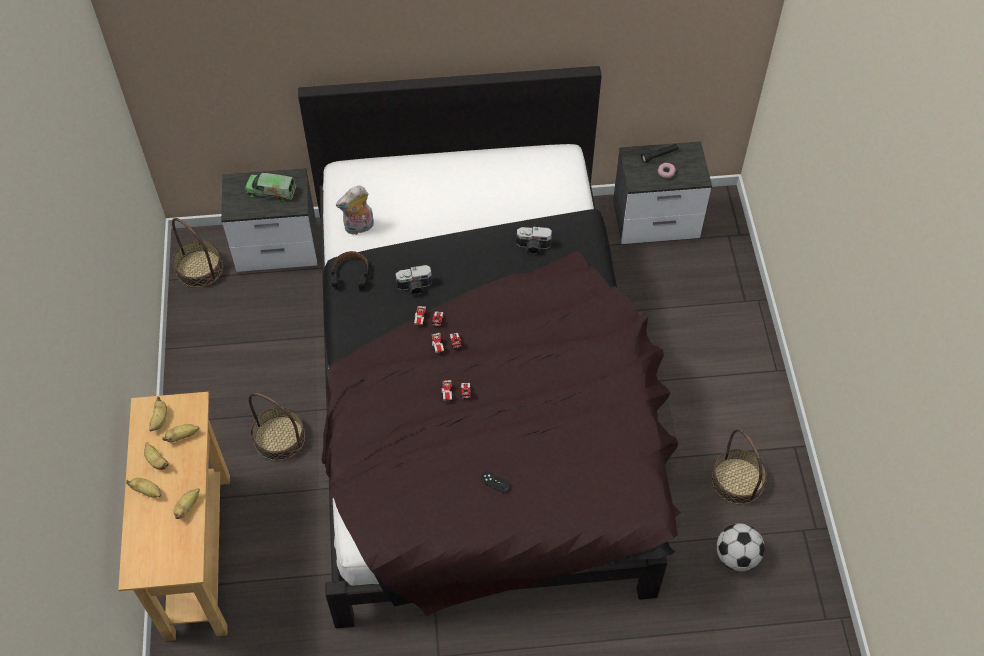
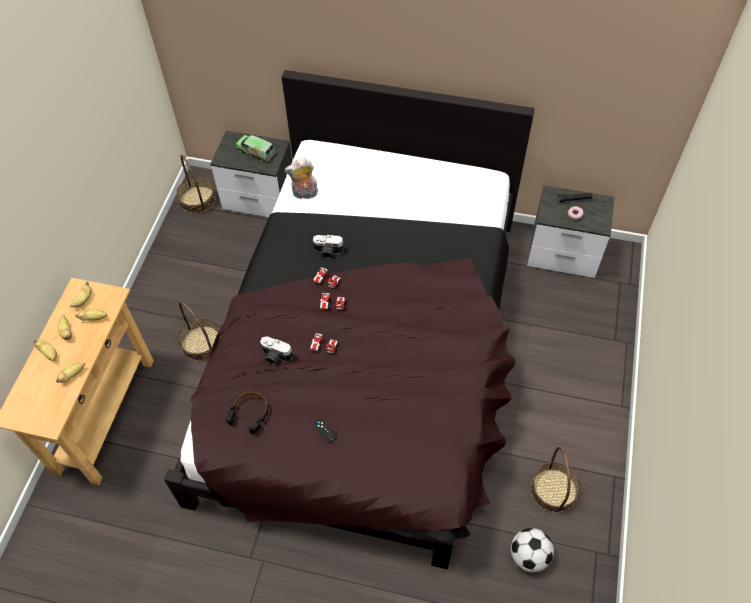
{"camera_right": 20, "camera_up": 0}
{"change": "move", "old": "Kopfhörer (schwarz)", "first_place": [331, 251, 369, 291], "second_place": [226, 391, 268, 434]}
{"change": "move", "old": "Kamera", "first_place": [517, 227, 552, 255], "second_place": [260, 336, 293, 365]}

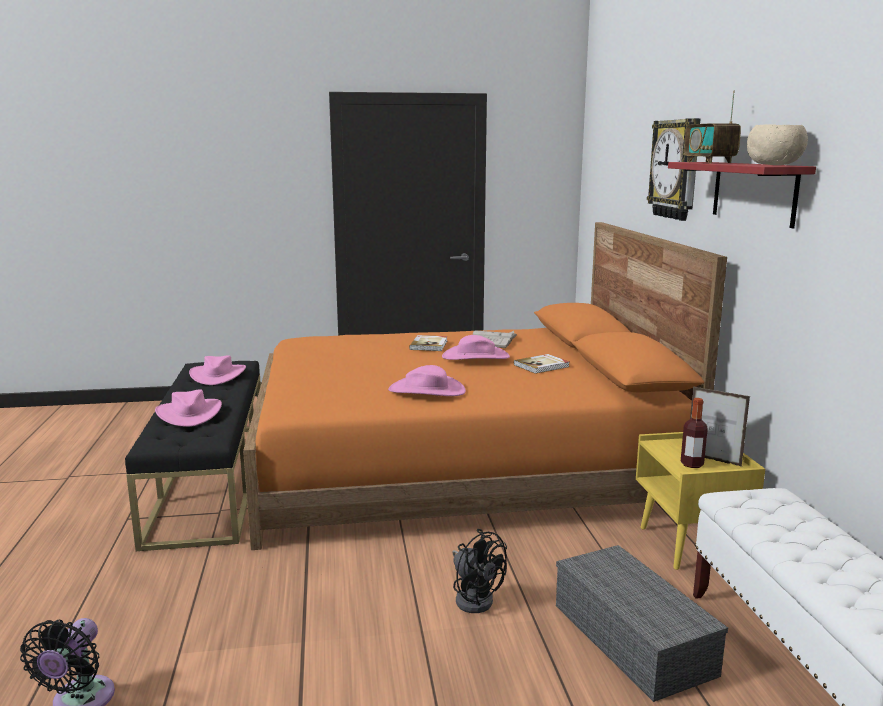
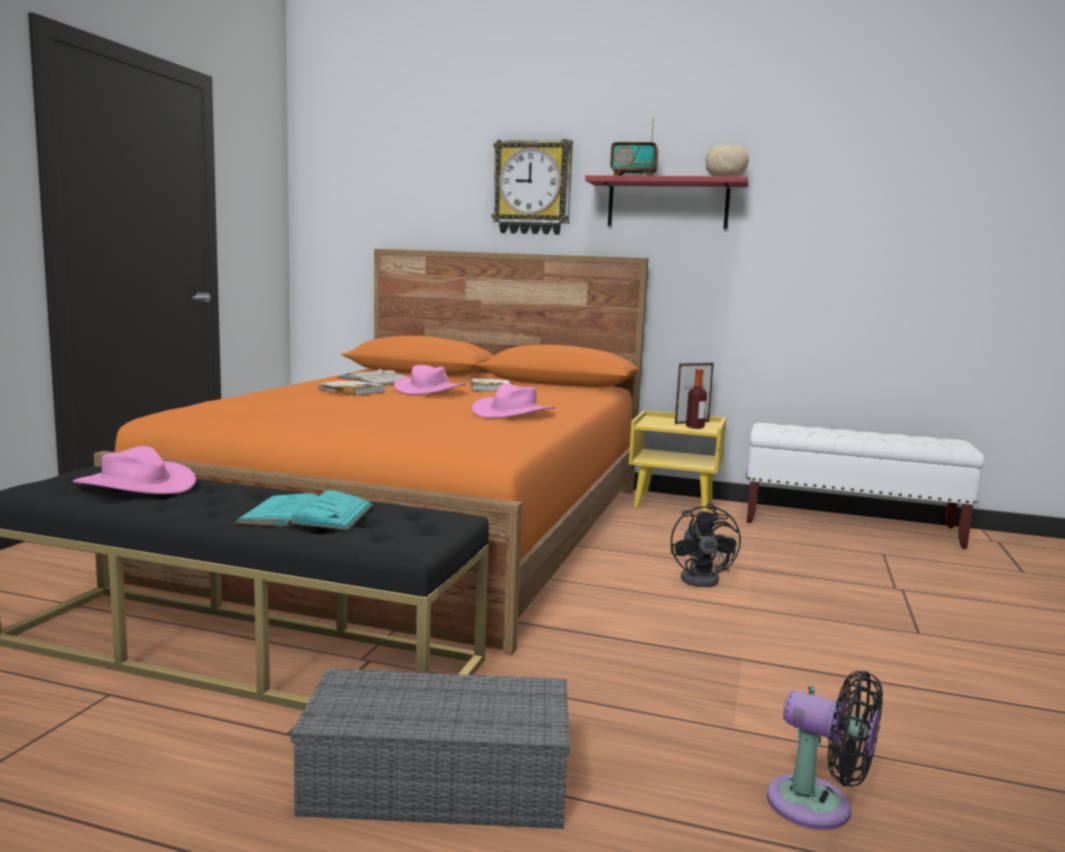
{"camera_right": -65, "camera_up": -5}
{"change": "replace", "old": "Hut (rosa)", "new": "Buch (türkis)", "first_place": [155, 389, 222, 427], "second_place": [235, 490, 374, 530]}
{"change": "rotate", "old": "Ventilator (schwarz)", "first_place": [452, 529, 507, 613], "second_place": [671, 503, 741, 587], "degrees": 105}
{"change": "move", "old": "Aufbewahrungsbox (grau)", "first_place": [556, 545, 728, 702], "second_place": [291, 668, 570, 829]}

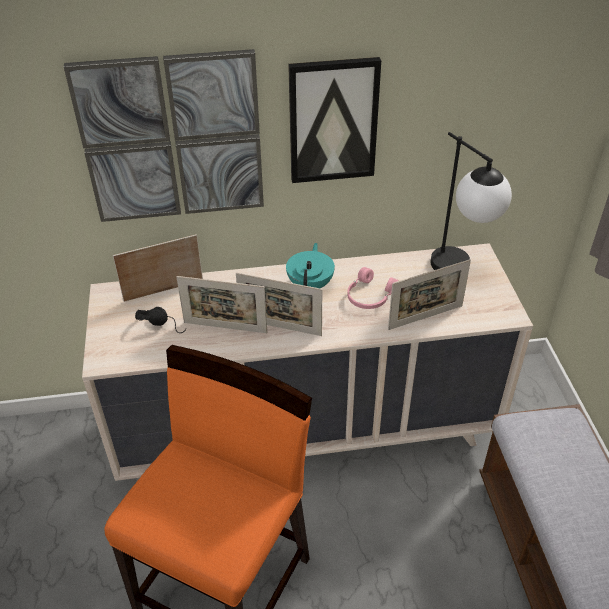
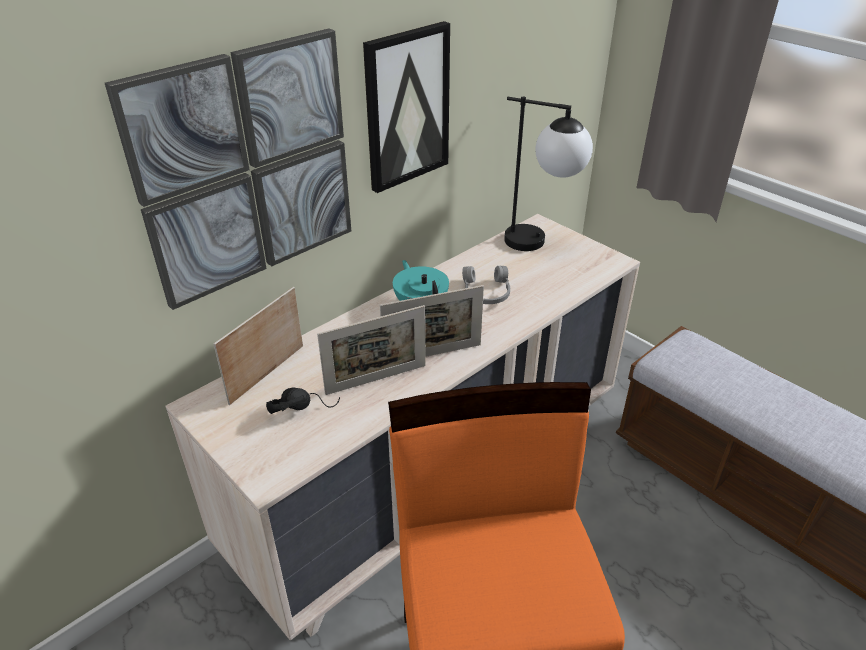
{"camera_right": -35, "camera_up": -5}
{"change": "recolor", "old": "Kopfhörer (rosa)", "new": "Kopfhörer (grau)", "first_place": [347, 267, 398, 309], "second_place": [462, 266, 510, 304]}
{"change": "delete", "old": "Bilderrahmen", "first_place": [388, 259, 471, 330]}

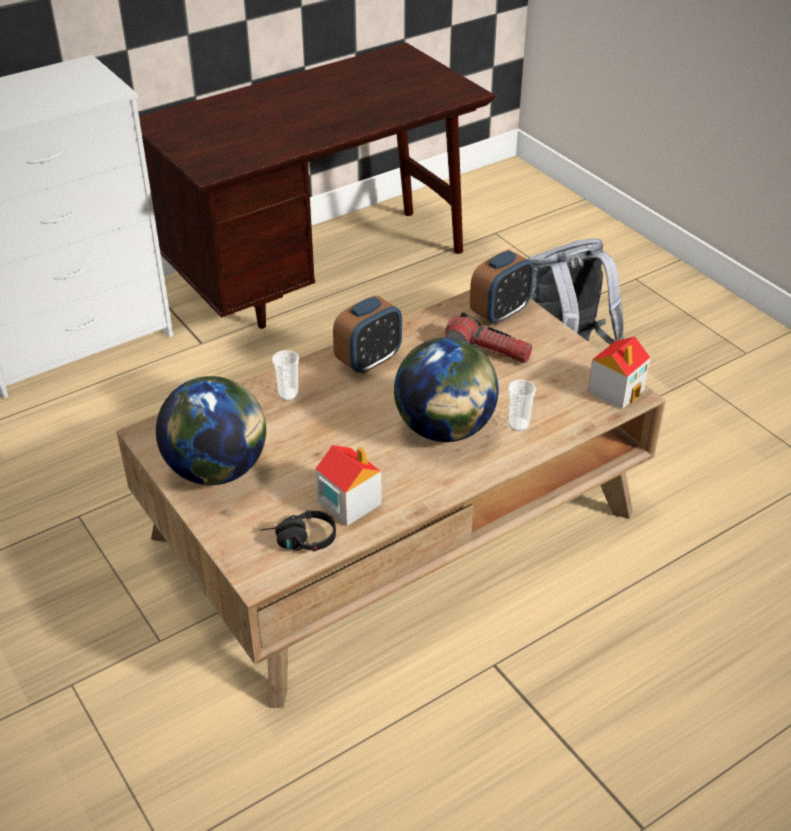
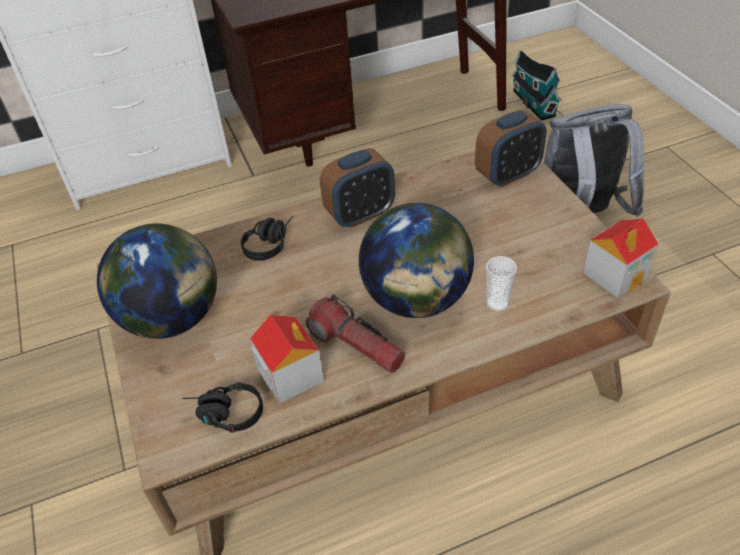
{"camera_right": 15, "camera_up": 5}
{"change": "replace", "old": "Tasse", "new": "Kopfhörer (schwarz)", "first_place": [272, 350, 299, 401], "second_place": [241, 216, 293, 261]}
{"change": "move", "old": "Taschenlampe", "first_place": [445, 312, 532, 363], "second_place": [306, 294, 405, 373]}
{"change": "insert", "new": "Spielzeughaus", "second_place": [511, 50, 561, 121]}

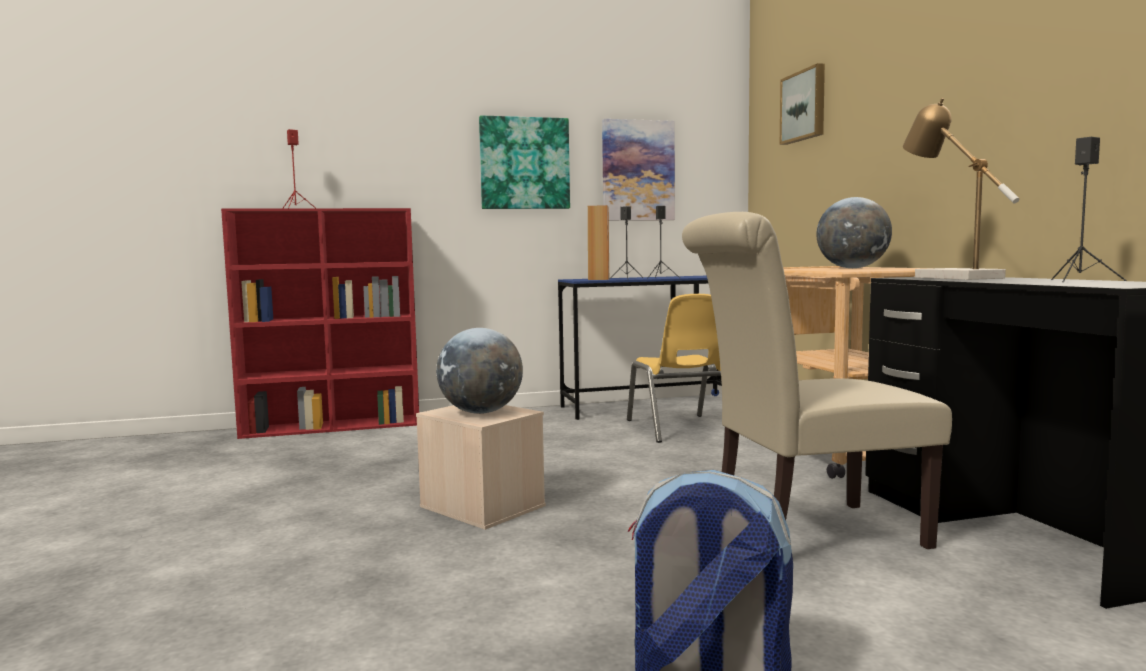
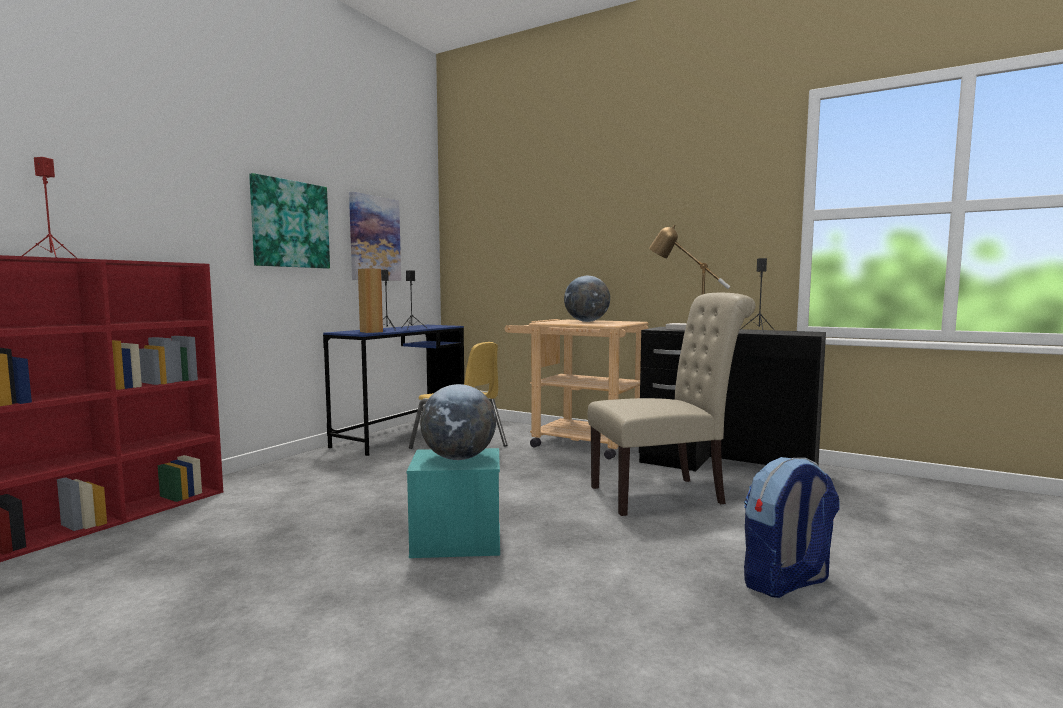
{"camera_right": -45, "camera_up": 0}
{"change": "recolor", "old": "Aufbewahrungsbox (beige)", "new": "Aufbewahrungsbox (türkis)", "first_place": [416, 405, 546, 530], "second_place": [407, 448, 500, 558]}
{"change": "rotate", "old": "Stuhl (beige)", "first_place": [682, 212, 952, 549], "second_place": [588, 293, 756, 516], "degrees": -135}
{"change": "delete", "old": "Bild", "first_place": [780, 63, 825, 145]}

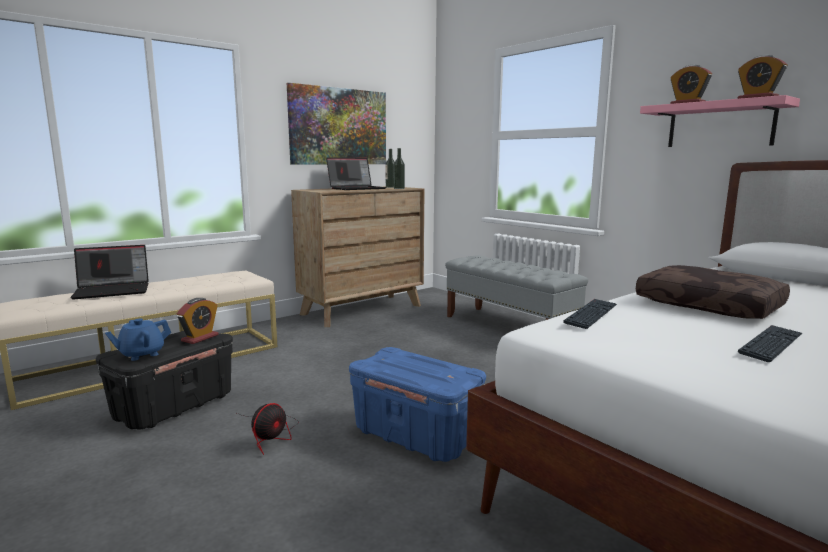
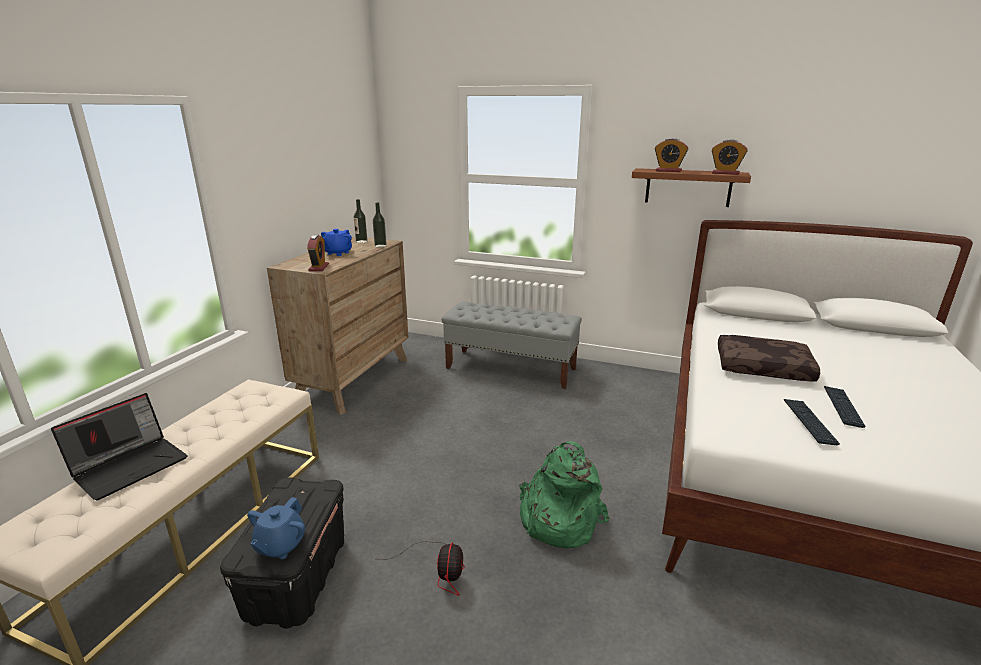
{"camera_right": -30, "camera_up": 10}
{"change": "move", "old": "Wecker", "first_place": [177, 298, 219, 344], "second_place": [307, 235, 329, 271]}
{"change": "delete", "old": "Bild", "first_place": [287, 83, 386, 165]}
{"change": "replace", "old": "Laptop", "new": "Teekanne (blau)", "first_place": [326, 157, 386, 190], "second_place": [321, 229, 352, 256]}
{"change": "replace", "old": "Aufbewahrungsbox (blau)", "new": "Rucksack (grün)", "first_place": [349, 347, 486, 462], "second_place": [519, 441, 609, 549]}
{"change": "move", "old": "Tastatur", "first_place": [563, 299, 617, 329], "second_place": [784, 399, 840, 445]}
{"change": "recolor", "old": "Wandregal (rosa)", "new": "Wandregal (braun)", "first_place": [640, 95, 800, 147], "second_place": [632, 168, 751, 207]}

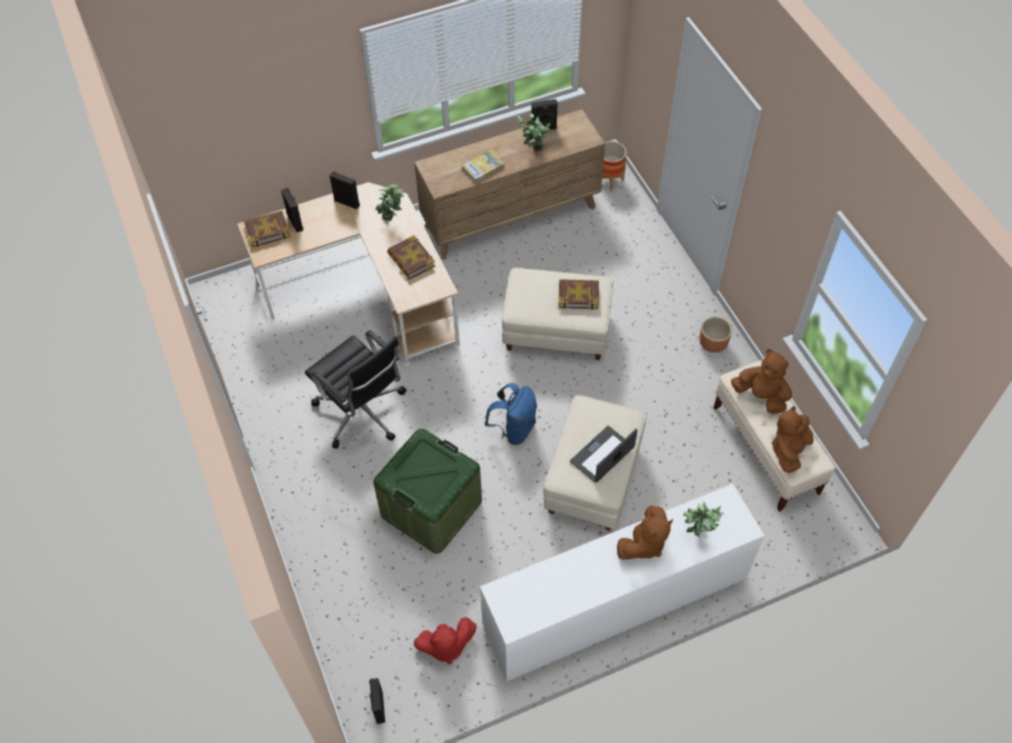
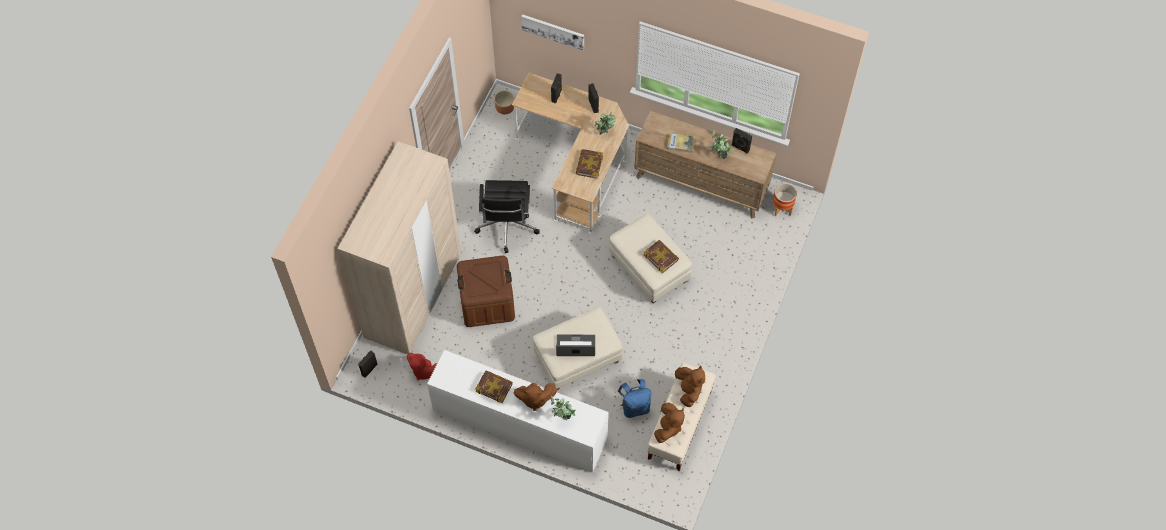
{"camera_right": 45, "camera_up": 5}
{"change": "move", "old": "Buch", "first_place": [244, 211, 291, 248], "second_place": [475, 370, 513, 403]}
{"change": "recolor", "old": "Aufbewahrungsbox (grün)", "new": "Aufbewahrungsbox (braun)", "first_place": [373, 429, 482, 554], "second_place": [457, 255, 515, 327]}
{"change": "move", "old": "Rucksack (blau)", "first_place": [485, 383, 537, 445], "second_place": [617, 379, 651, 418]}
{"change": "move", "old": "Pflanzkübel (braun)", "first_place": [700, 317, 732, 353], "second_place": [494, 90, 515, 115]}
{"change": "rotate", "old": "Plüschtier (braun)", "first_place": [771, 406, 814, 473], "second_place": [654, 402, 685, 443], "degrees": 120}
{"change": "insert", "new": "Kleiderschrank (beige)", "second_place": [337, 141, 462, 354]}
{"change": "insert", "new": "Bild", "second_place": [521, 14, 584, 50]}

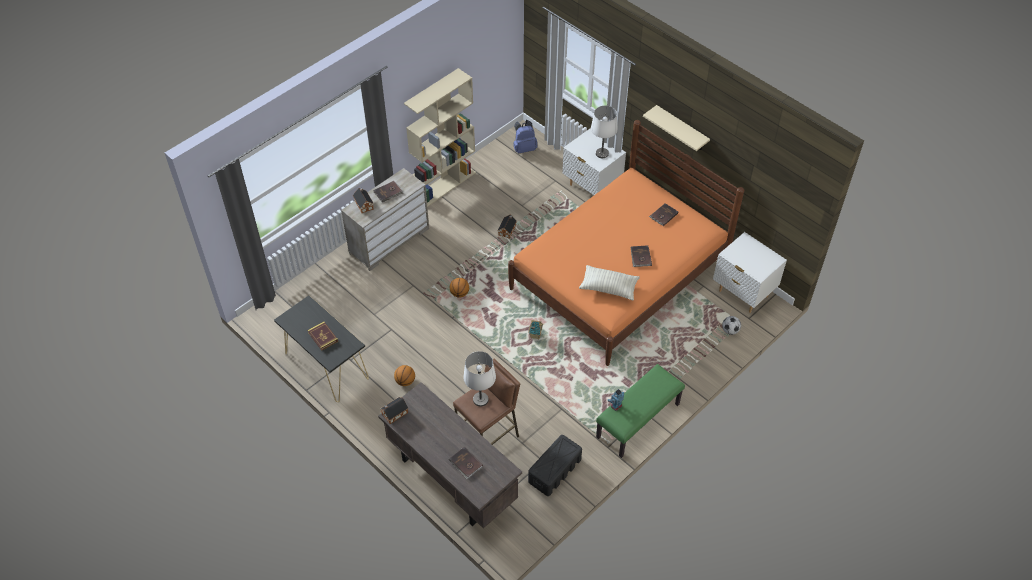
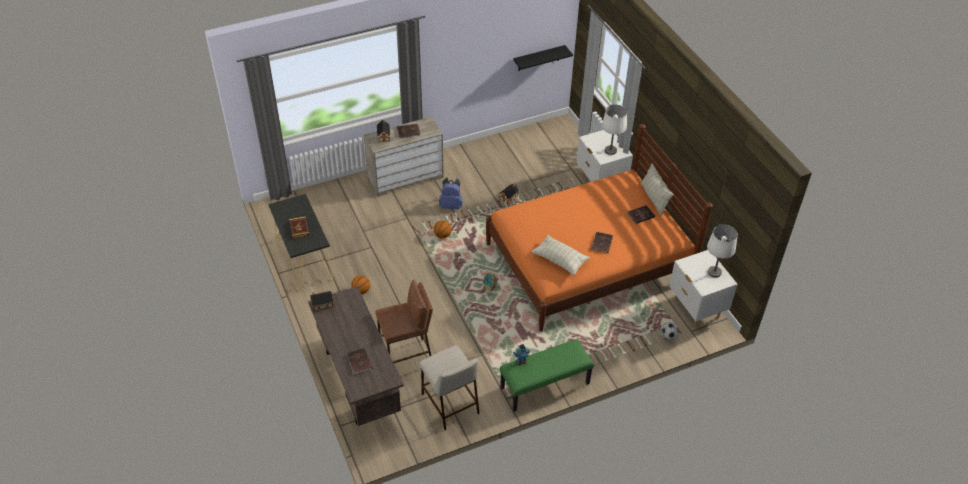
{"camera_right": 20, "camera_up": -5}
{"change": "delete", "old": "Bücherregal (beige)", "first_place": [404, 68, 476, 207]}
{"change": "move", "old": "Tischlampe (weiß)", "first_place": [463, 351, 496, 407], "second_place": [707, 224, 738, 278]}
{"change": "move", "old": "Rucksack (blau)", "first_place": [514, 120, 538, 154], "second_place": [439, 177, 463, 209]}
{"change": "replace", "old": "Aufbewahrungsbox (schwarz)", "new": "Hocker (beige)", "first_place": [528, 435, 582, 496], "second_place": [420, 345, 480, 430]}
{"change": "delete", "old": "Wandregal (beige)", "first_place": [643, 105, 710, 151]}
{"change": "insert", "new": "Wandregal (schwarz)", "second_place": [513, 45, 573, 71]}
{"change": "insert", "new": "Kissen", "second_place": [641, 163, 673, 216]}

